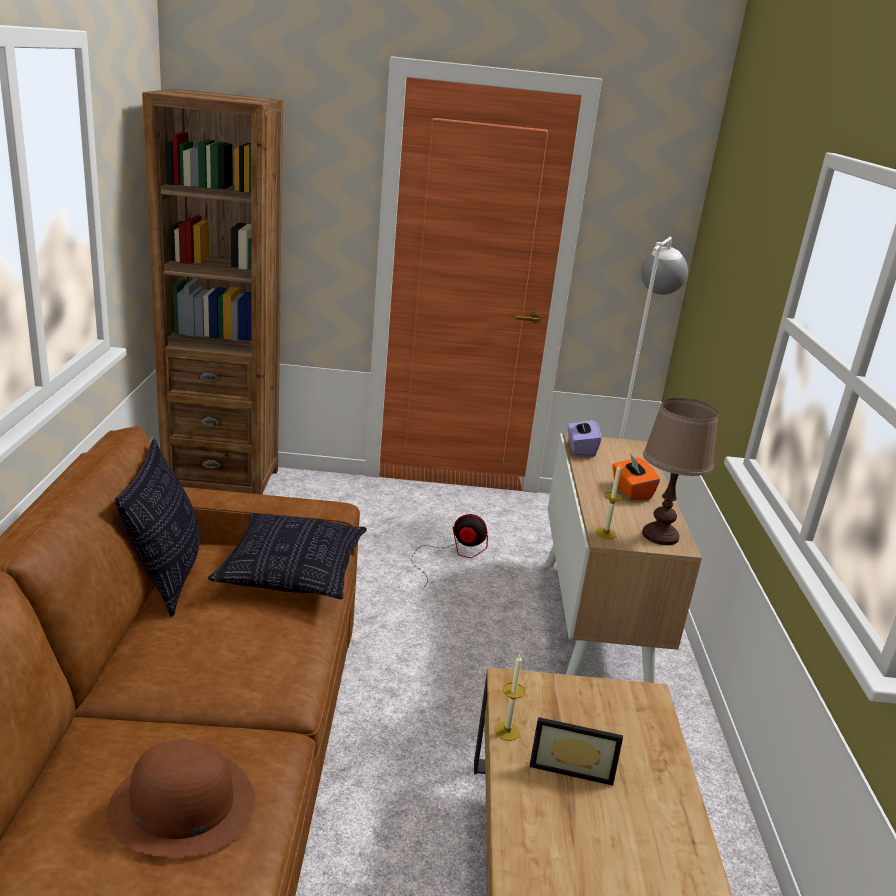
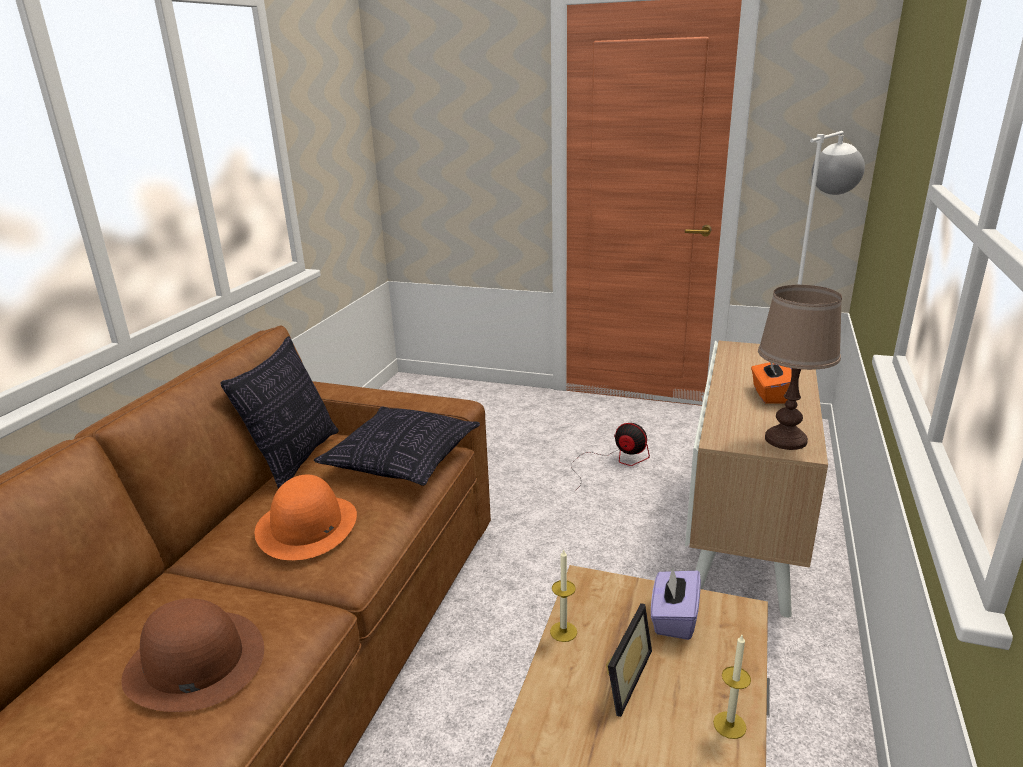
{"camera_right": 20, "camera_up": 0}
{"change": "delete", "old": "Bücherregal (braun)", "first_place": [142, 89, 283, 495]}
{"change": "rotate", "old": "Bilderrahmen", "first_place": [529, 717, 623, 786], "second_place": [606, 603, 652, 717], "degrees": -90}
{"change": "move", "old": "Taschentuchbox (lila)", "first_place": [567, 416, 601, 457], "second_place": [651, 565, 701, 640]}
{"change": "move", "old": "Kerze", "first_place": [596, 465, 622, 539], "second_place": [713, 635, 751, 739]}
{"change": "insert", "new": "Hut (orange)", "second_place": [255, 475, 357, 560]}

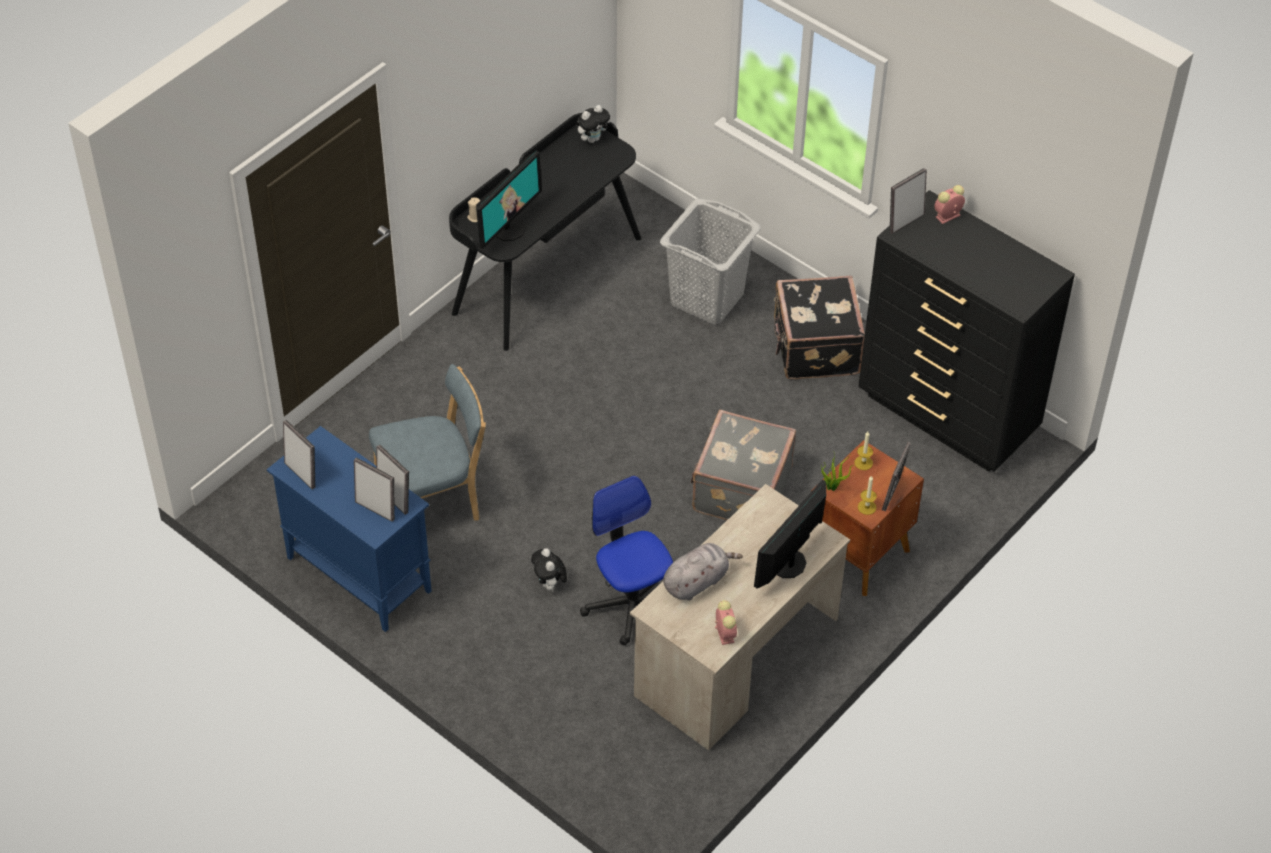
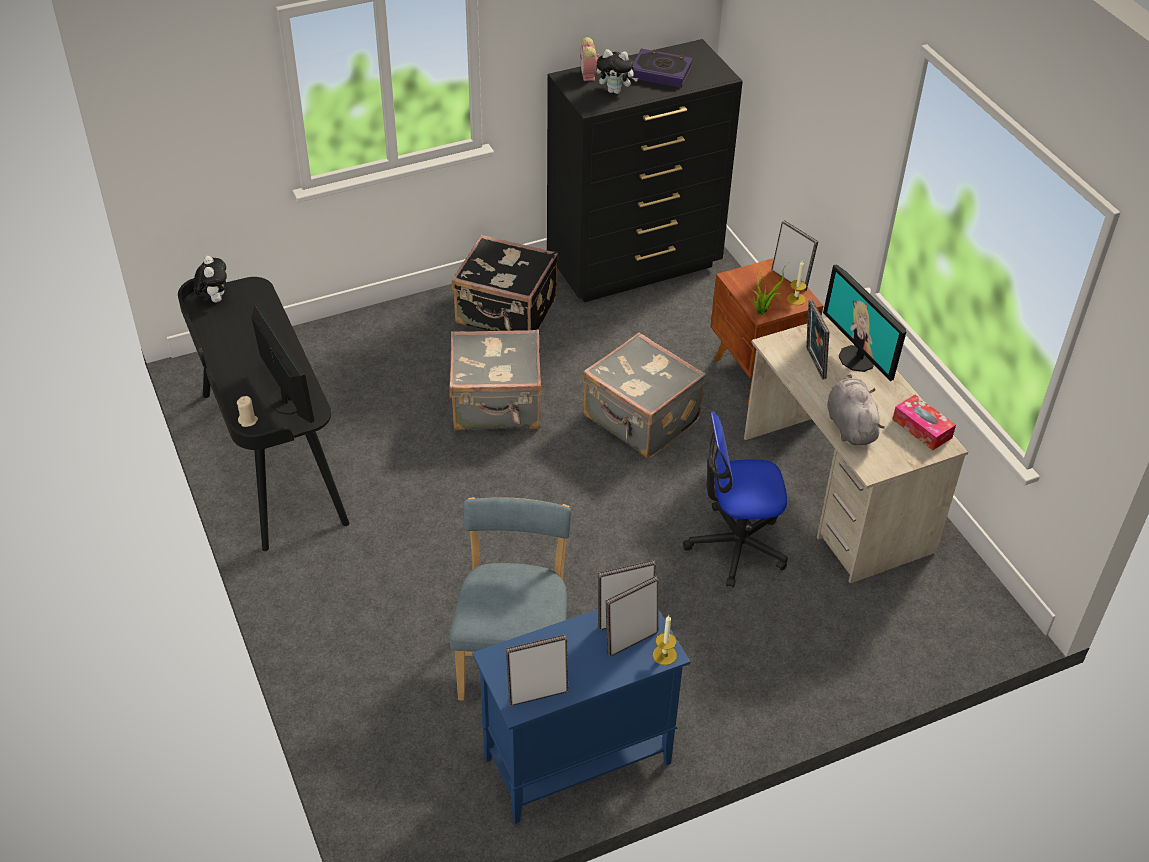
{"camera_right": -65, "camera_up": -5}
{"change": "move", "old": "Plüschtier", "first_place": [531, 548, 567, 591], "second_place": [597, 49, 638, 94]}
{"change": "delete", "old": "Wäschekorb (grau)", "first_place": [660, 198, 761, 325]}
{"change": "replace", "old": "Wecker", "new": "Taschentuchbox", "first_place": [715, 600, 737, 645], "second_place": [892, 395, 956, 450]}
{"change": "move", "old": "Kerze", "first_place": [854, 432, 873, 470], "second_place": [653, 615, 677, 665]}
{"change": "move", "old": "Bilderrahmen", "first_place": [890, 168, 927, 234], "second_place": [806, 300, 829, 380]}
{"change": "insert", "new": "Koffer (grau)", "second_place": [449, 329, 542, 431]}
{"change": "insert", "new": "Buch", "second_place": [629, 48, 693, 88]}

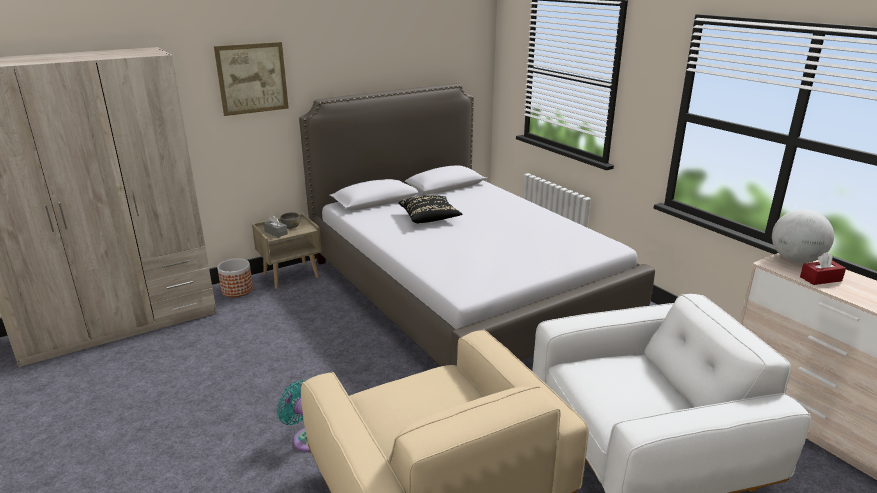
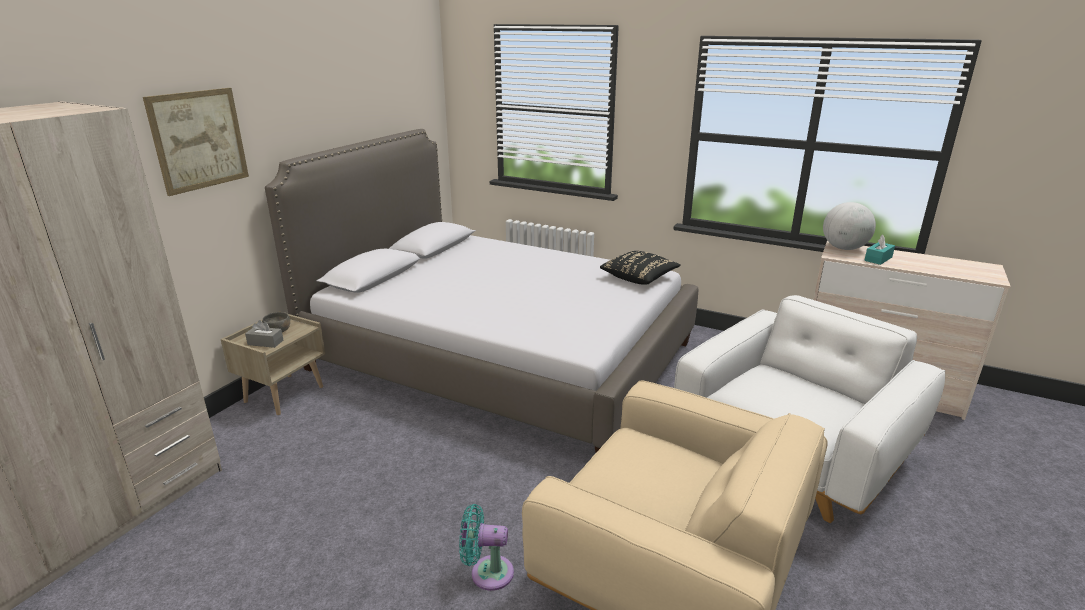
{"camera_right": -30, "camera_up": 0}
{"change": "delete", "old": "Pflanzkübel", "first_place": [217, 258, 253, 297]}
{"change": "move", "old": "Kissen (schwarz)", "first_place": [398, 195, 462, 224], "second_place": [600, 251, 681, 285]}
{"change": "recolor", "old": "Taschentuchbox (rot)", "new": "Taschentuchbox (türkis)", "first_place": [800, 252, 846, 285], "second_place": [864, 235, 895, 265]}

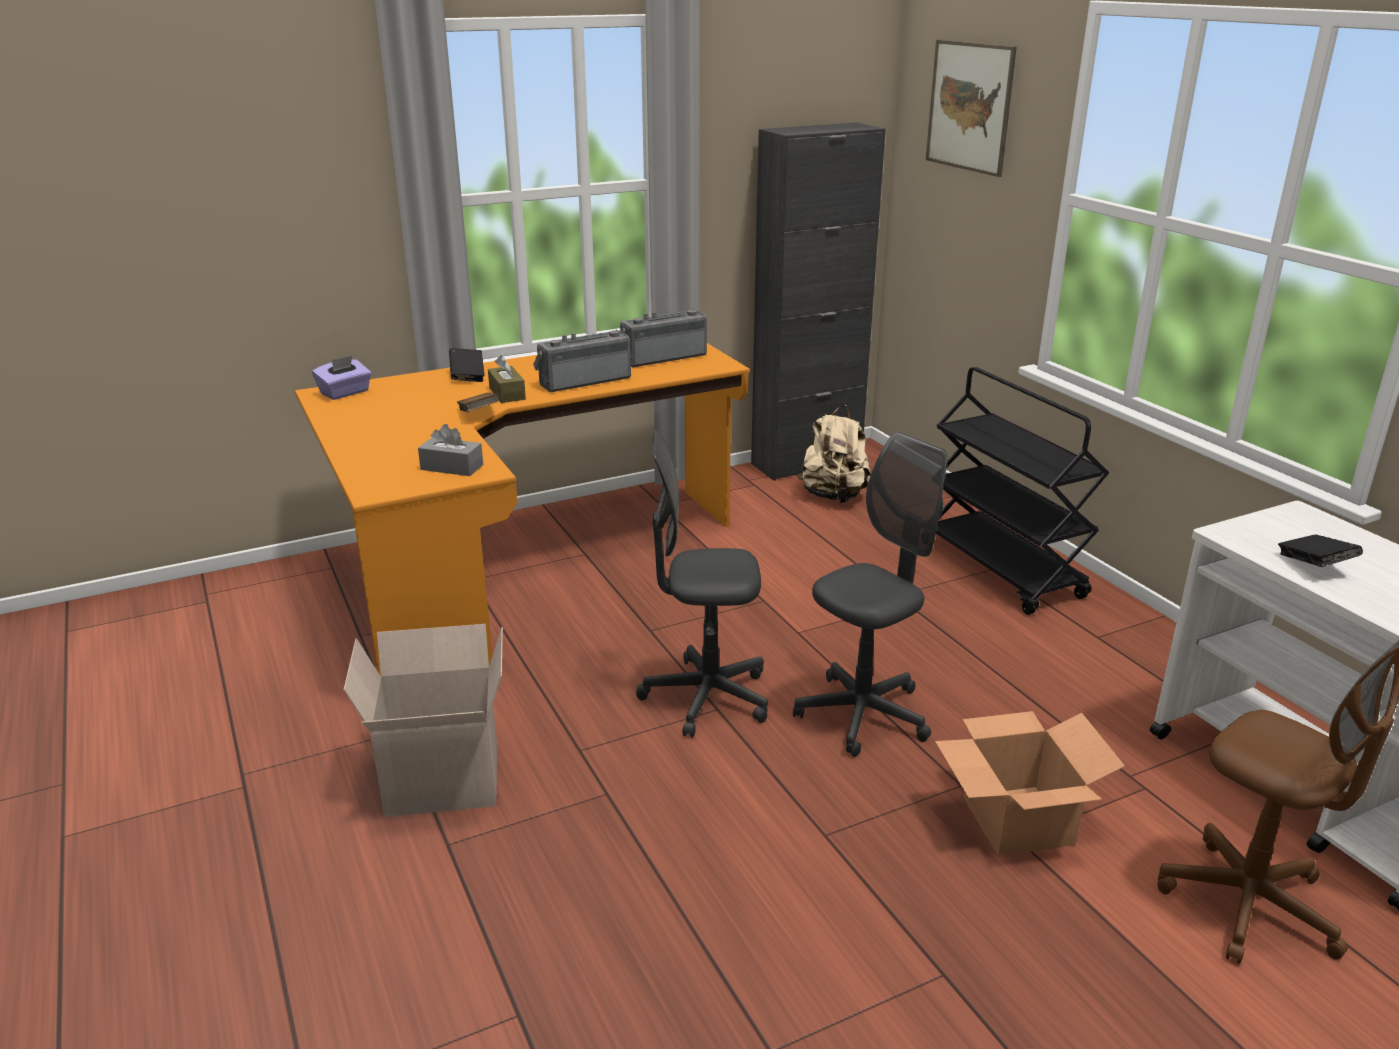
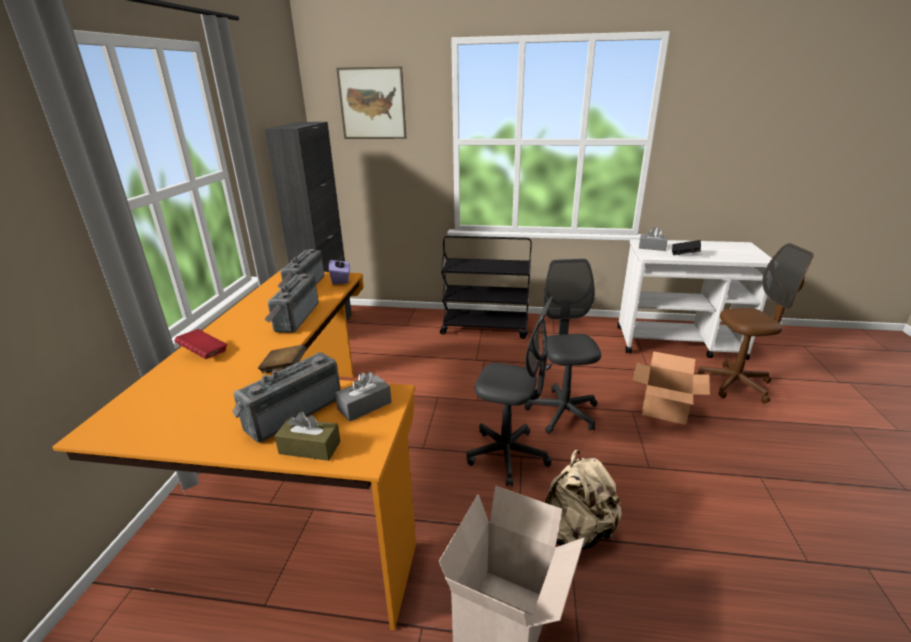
{"camera_right": -55, "camera_up": 0}
{"change": "move", "old": "Taschentuchbox (lila)", "first_place": [312, 356, 371, 400], "second_place": [329, 257, 350, 284]}
{"change": "recolor", "old": "Buch (schwarz)", "new": "Buch (rot)", "first_place": [449, 348, 485, 382], "second_place": [175, 329, 227, 359]}
{"change": "move", "old": "Taschentuchbox (braun)", "first_place": [488, 355, 526, 403], "second_place": [275, 412, 341, 461]}
{"change": "rotate", "old": "Bürostuhl (grau)", "first_place": [636, 430, 768, 737], "second_place": [466, 296, 553, 487], "degrees": -105}
{"change": "move", "old": "Rucksack (beige)", "first_place": [798, 405, 871, 503], "second_place": [544, 450, 622, 549]}
{"change": "insert", "new": "Radio", "second_place": [232, 352, 341, 443]}
{"change": "insert", "new": "Taschentuchbox (grau)", "second_place": [639, 227, 667, 251]}

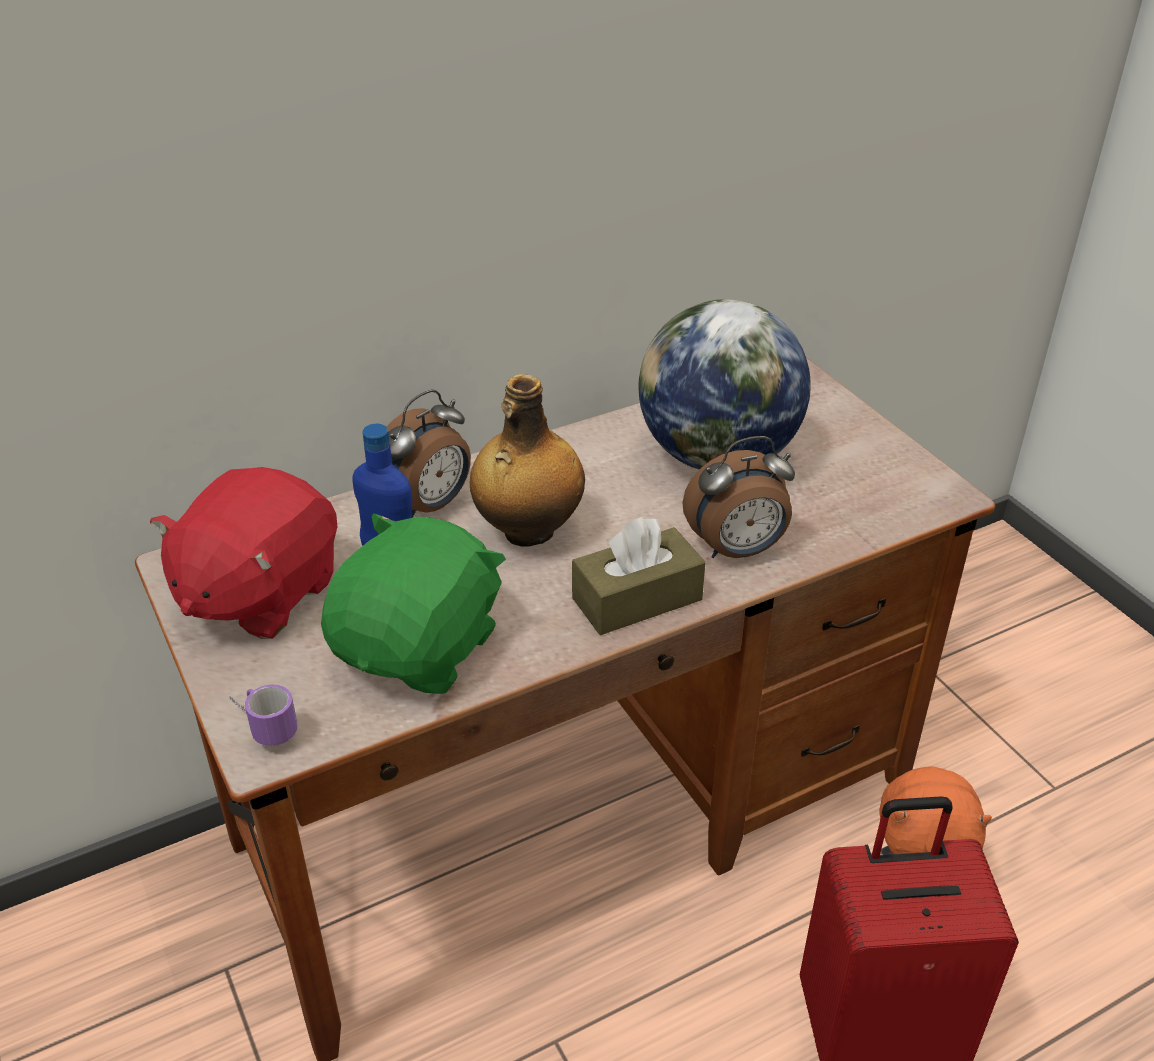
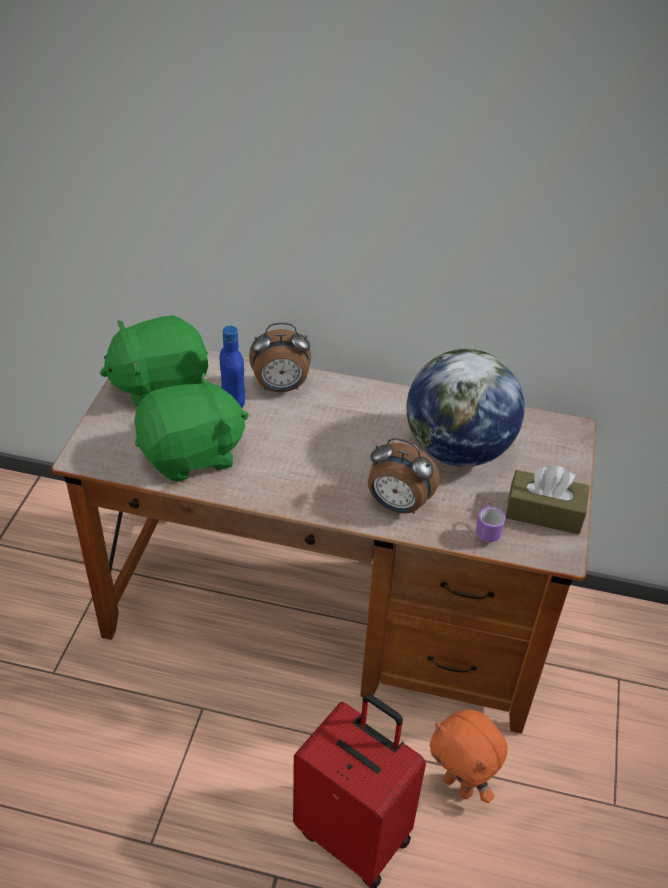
{"camera_right": 40, "camera_up": 5}
{"change": "recolor", "old": "Plüschtier (rot)", "new": "Plüschtier (grün)", "first_place": [150, 467, 337, 639], "second_place": [100, 315, 208, 407]}
{"change": "move", "old": "Henkelbecher", "first_place": [229, 684, 297, 746], "second_place": [476, 503, 505, 542]}
{"change": "delete", "old": "Flasche", "first_place": [470, 374, 585, 547]}
{"change": "move", "old": "Taschentuchbox (braun)", "first_place": [572, 517, 706, 635], "second_place": [505, 466, 590, 534]}

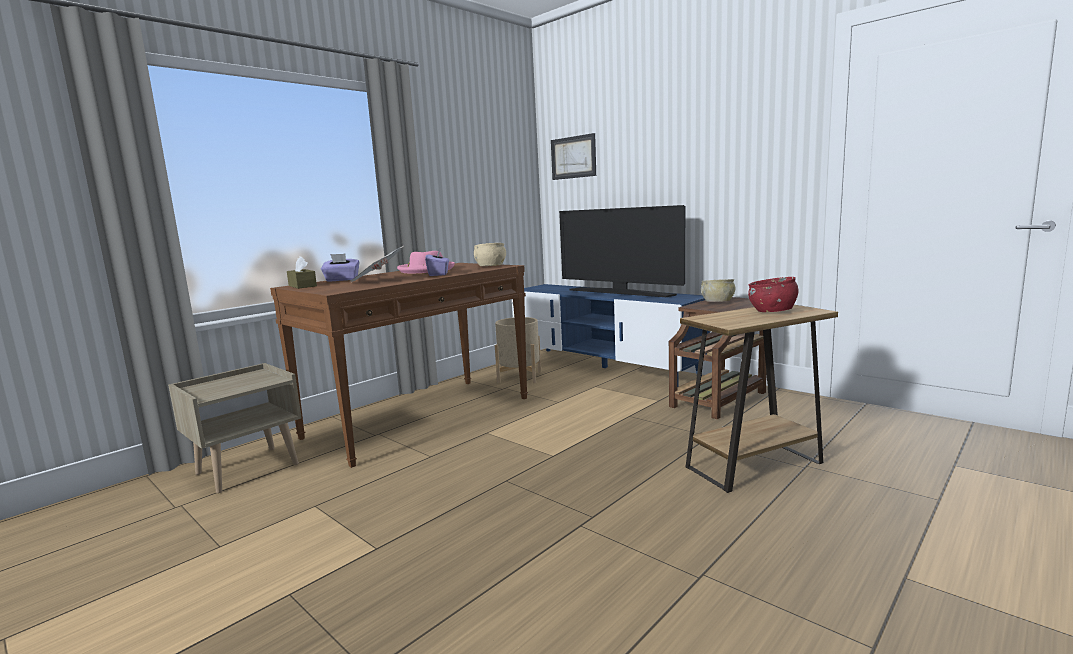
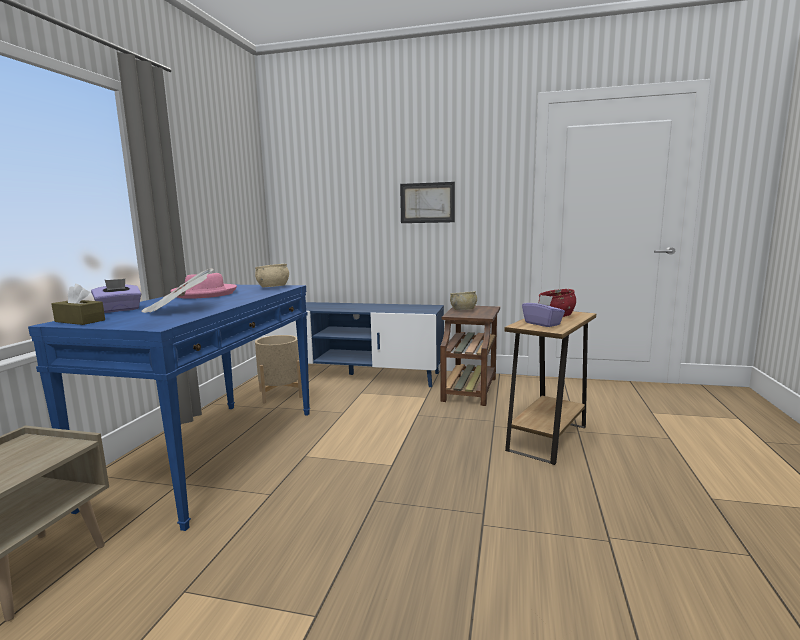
{"camera_right": -30, "camera_up": 0}
{"change": "recolor", "old": "Konsolentisch (braun)", "new": "Konsolentisch (blau)", "first_place": [270, 263, 528, 468], "second_place": [28, 285, 310, 531]}
{"change": "move", "old": "Taschentuchbox (lila)", "first_place": [425, 248, 449, 276], "second_place": [522, 295, 565, 327]}
{"change": "move", "old": "Bild", "first_place": [551, 133, 596, 180], "second_place": [400, 182, 455, 223]}
{"change": "delete", "old": "Fernseher", "first_place": [559, 205, 685, 297]}

